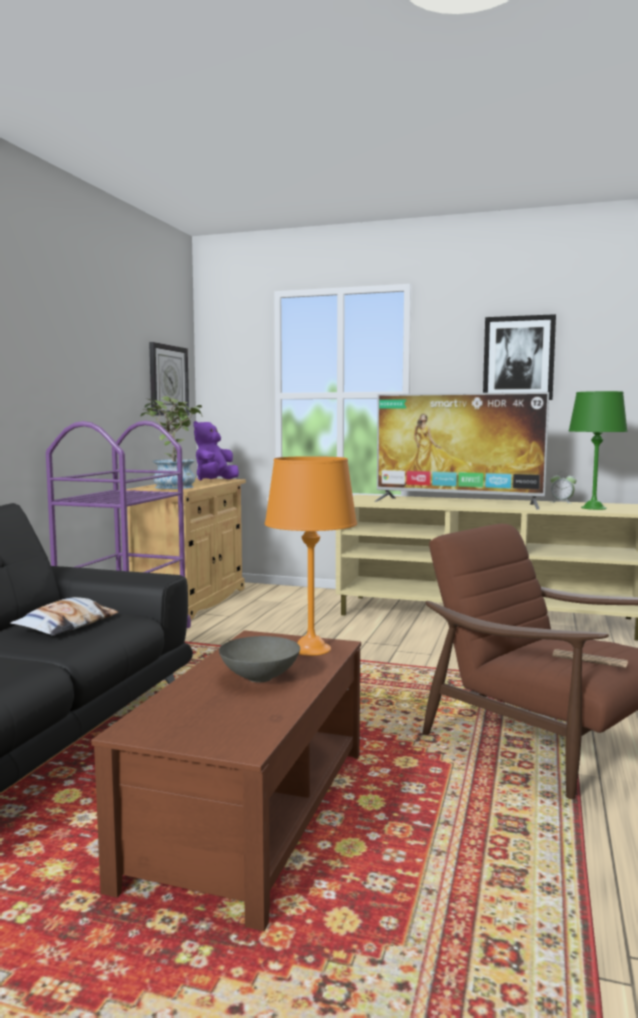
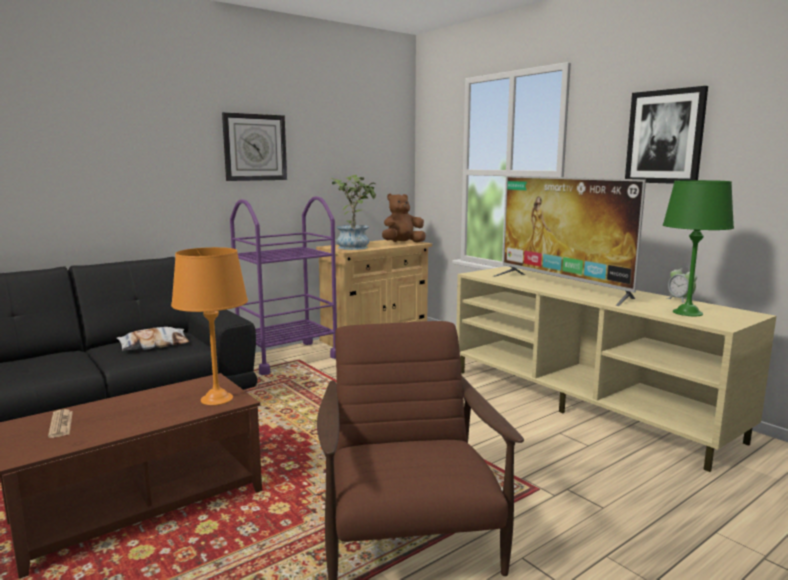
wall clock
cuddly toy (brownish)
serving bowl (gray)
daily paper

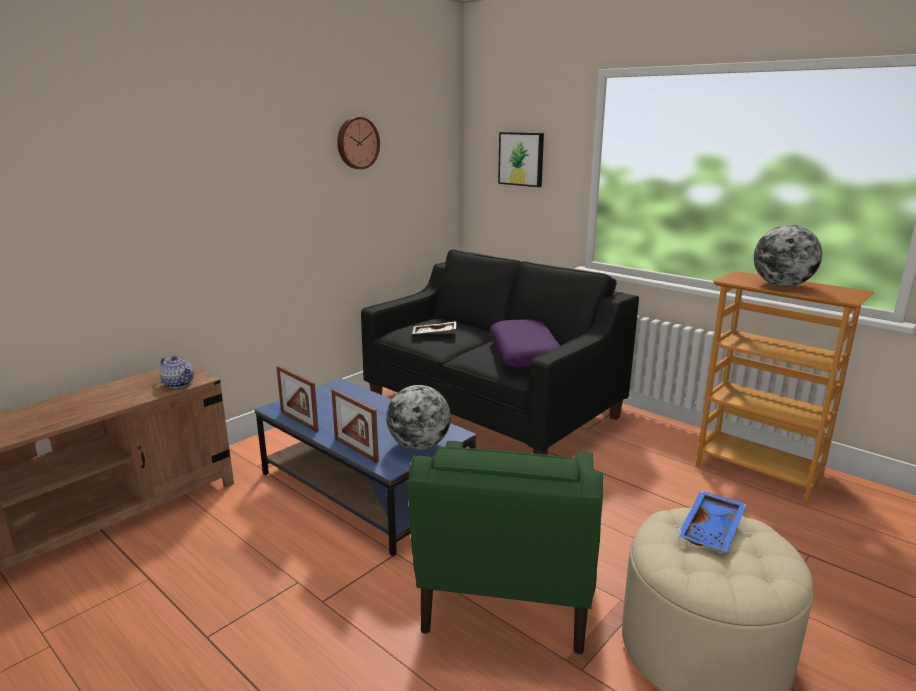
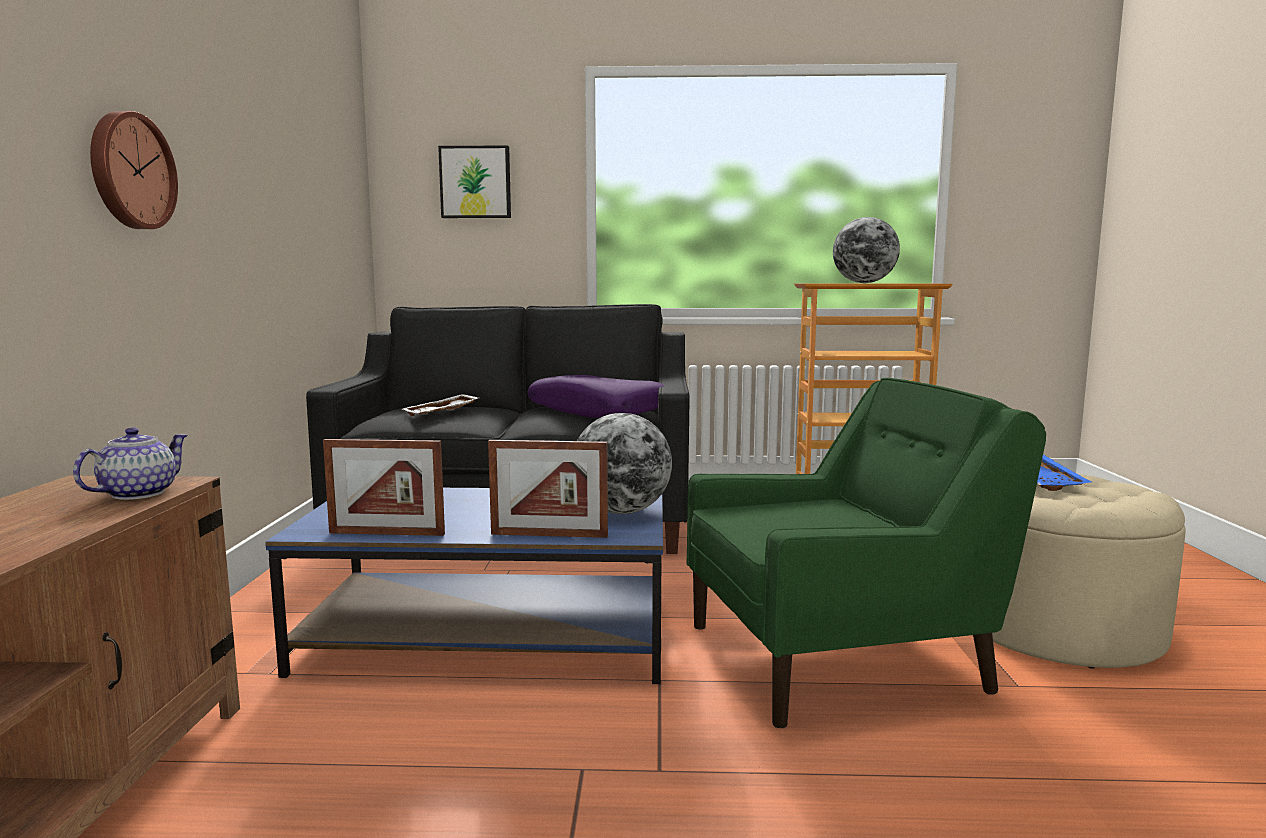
teapot
wall clock
lounge chair (green-coloured)

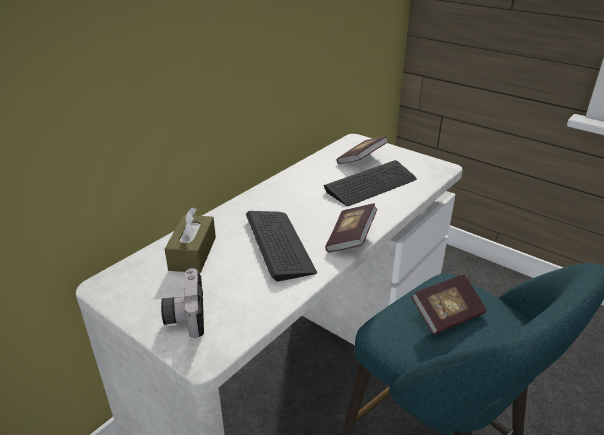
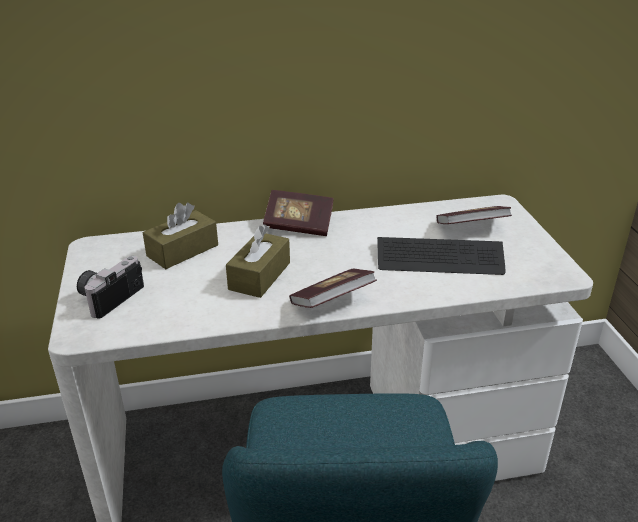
tissue box (brownish) (no. 2 from left)
book (no. 1 from left)

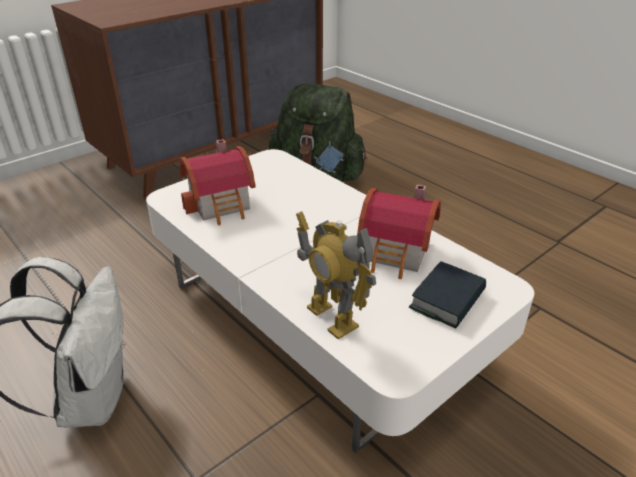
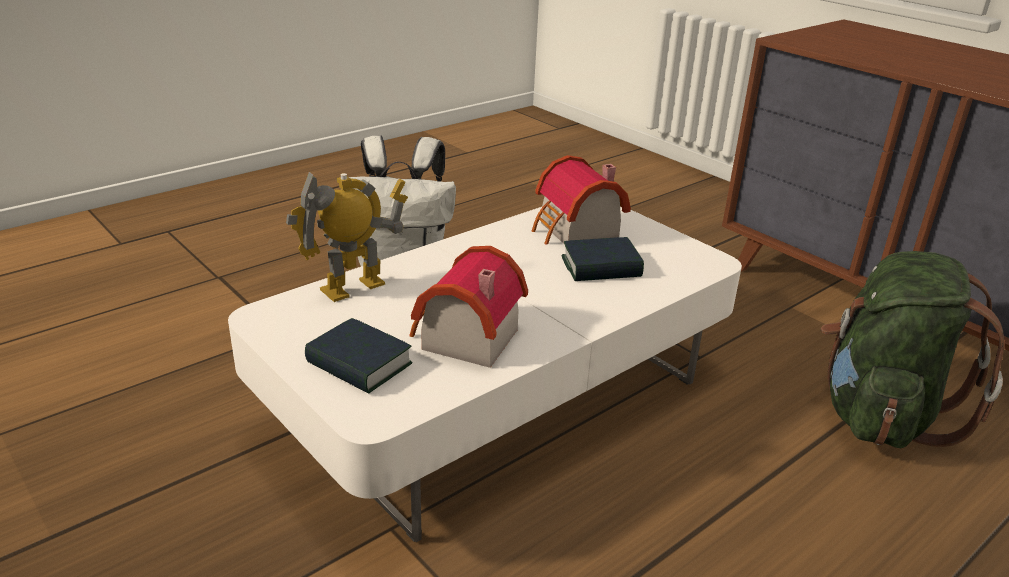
book (no. 2 from left)

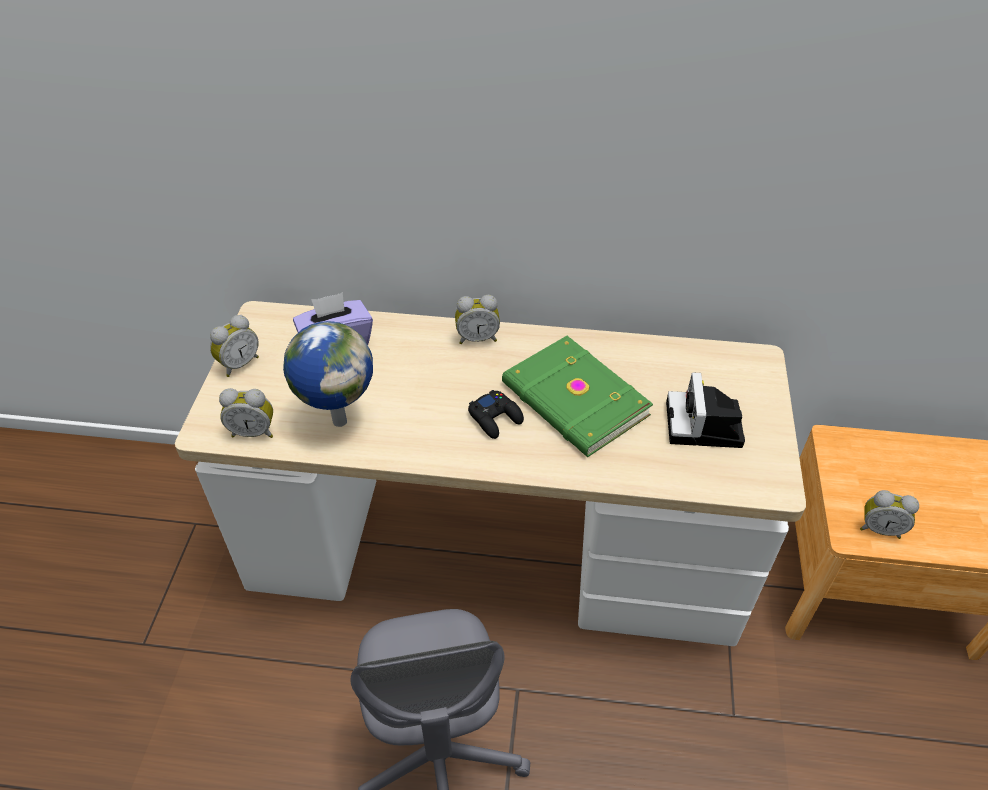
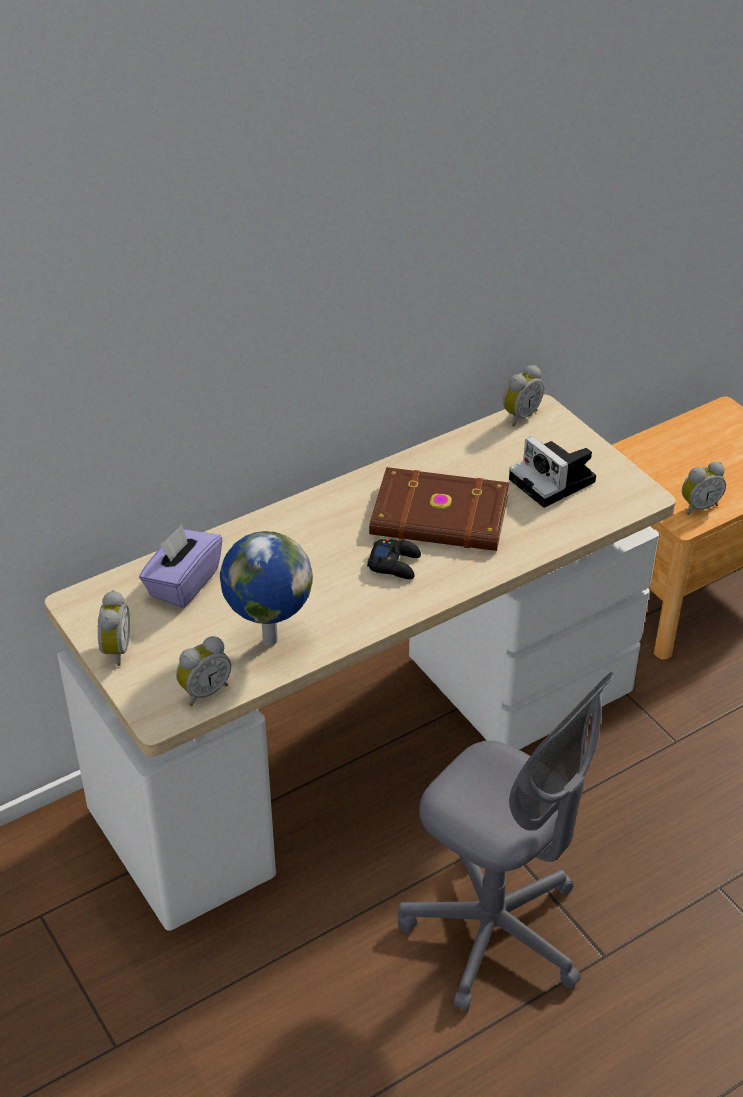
table clock (no. 3 from left)
book (brownish)

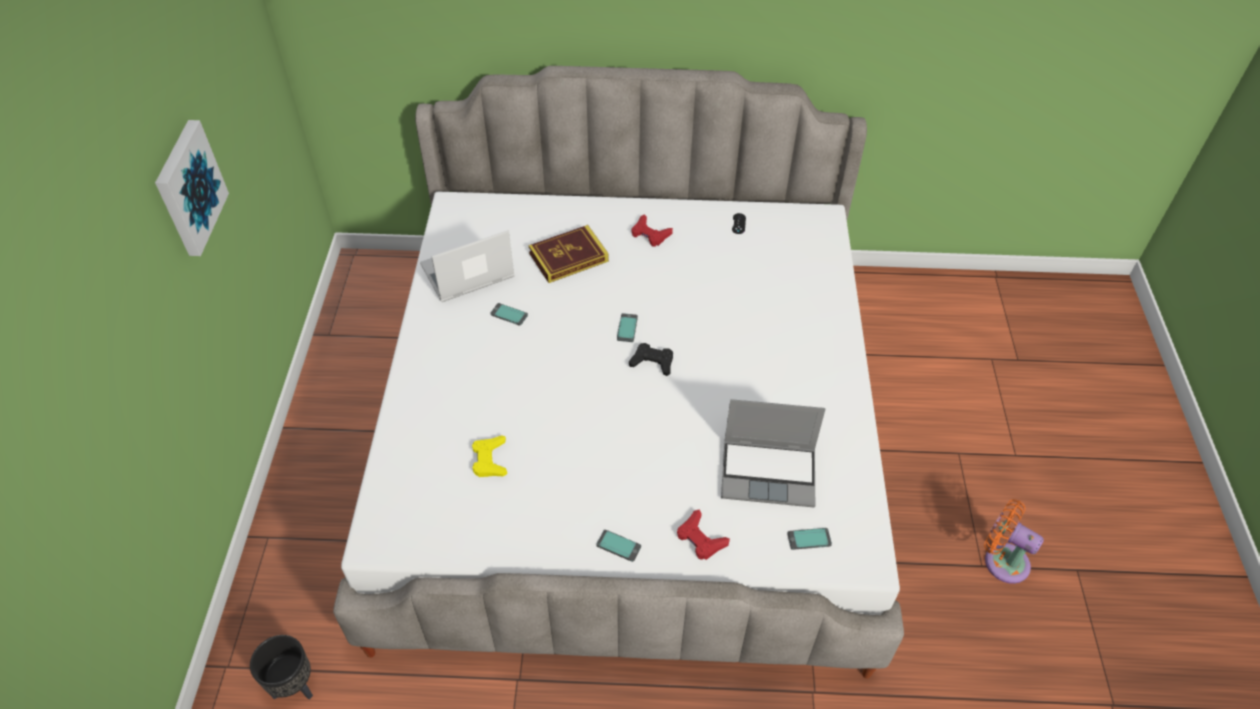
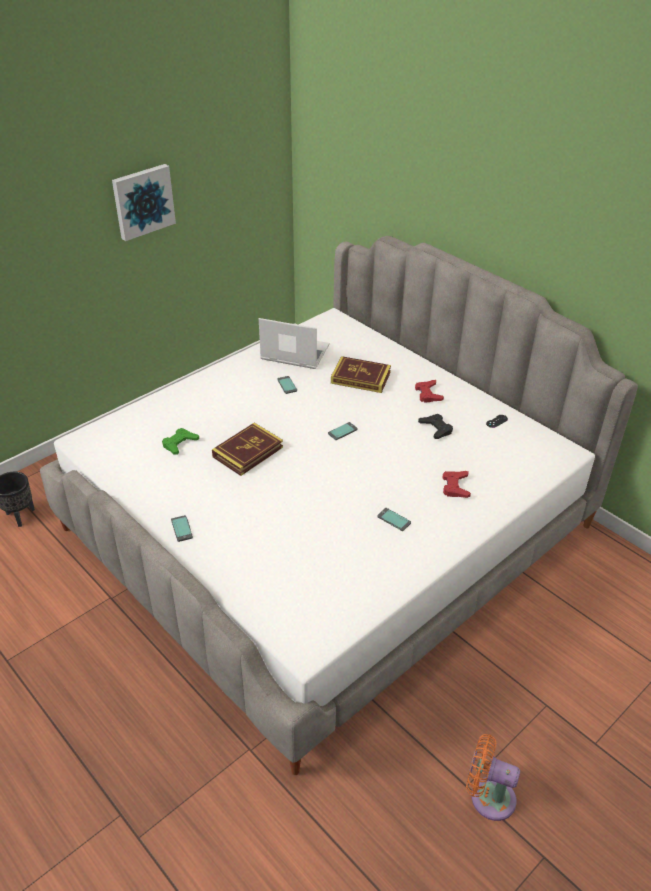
joypad (green-coloured)
joypad (black) (no. 1 from left)
joypad (red-coloured) (no. 2 from left)
notebook computer (no. 2 from left in the first image)
telephone (no. 4 from left)
fan (orangey)
book (no. 1 from left)

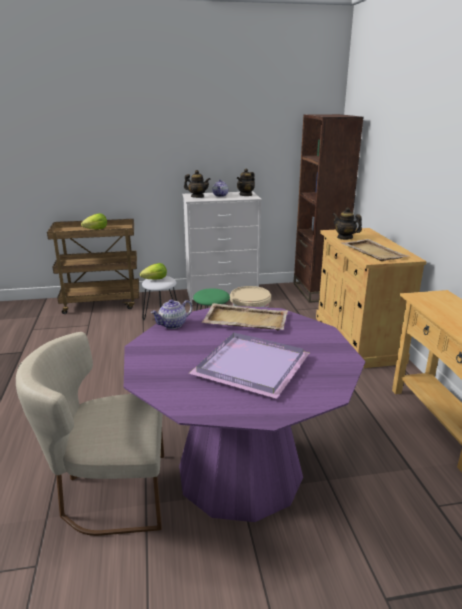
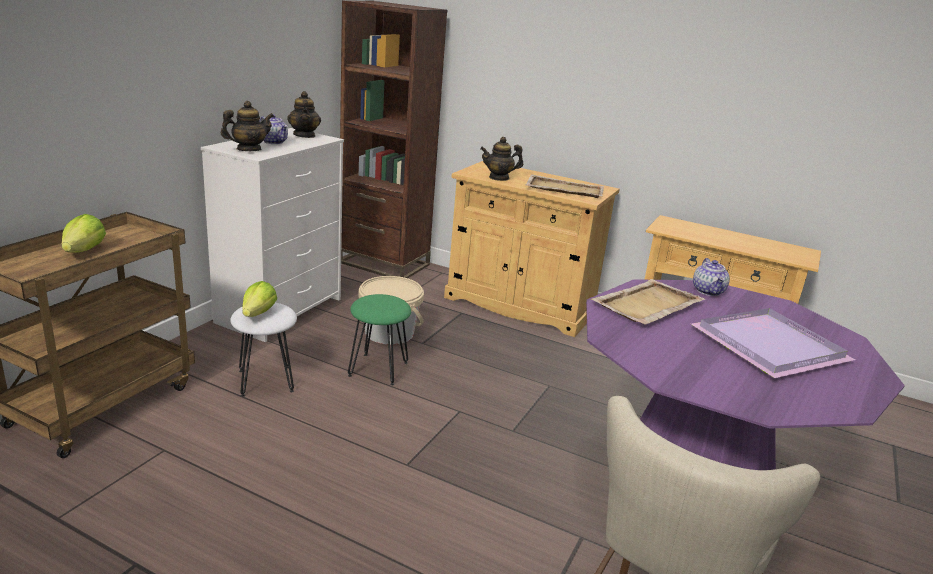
teapot (no. 5 from left)

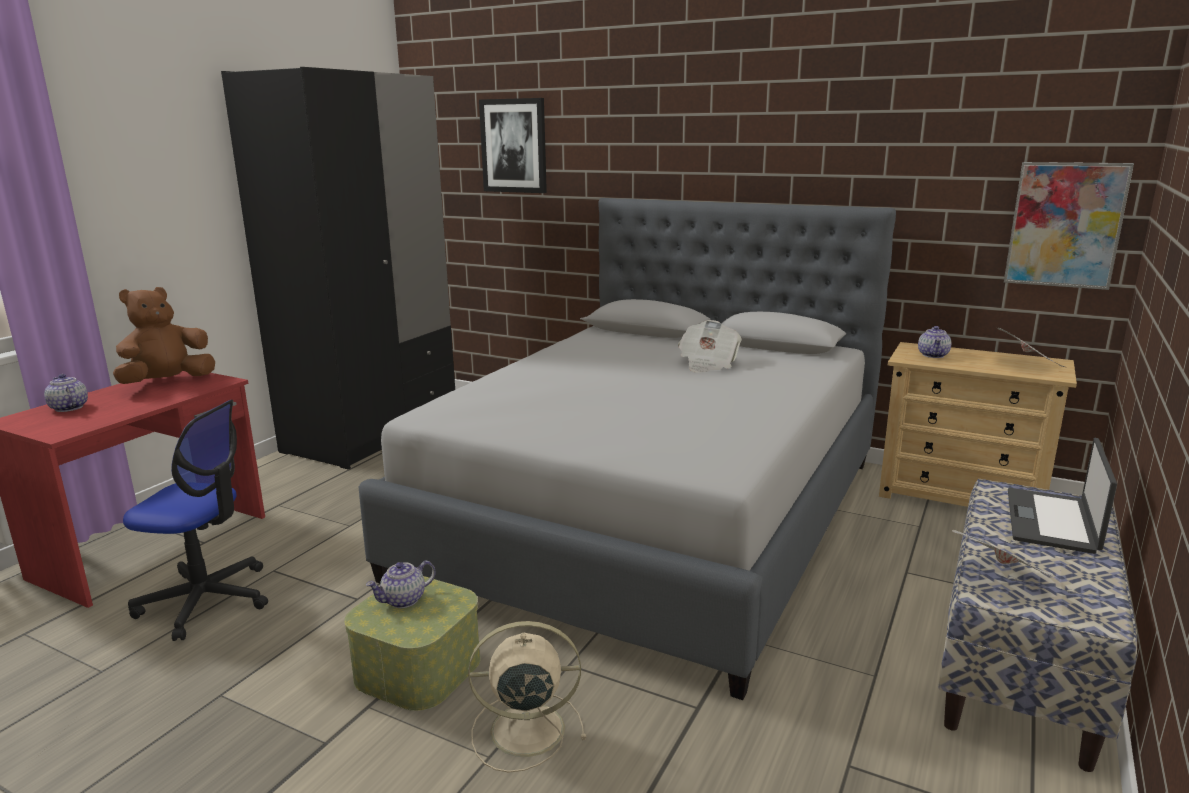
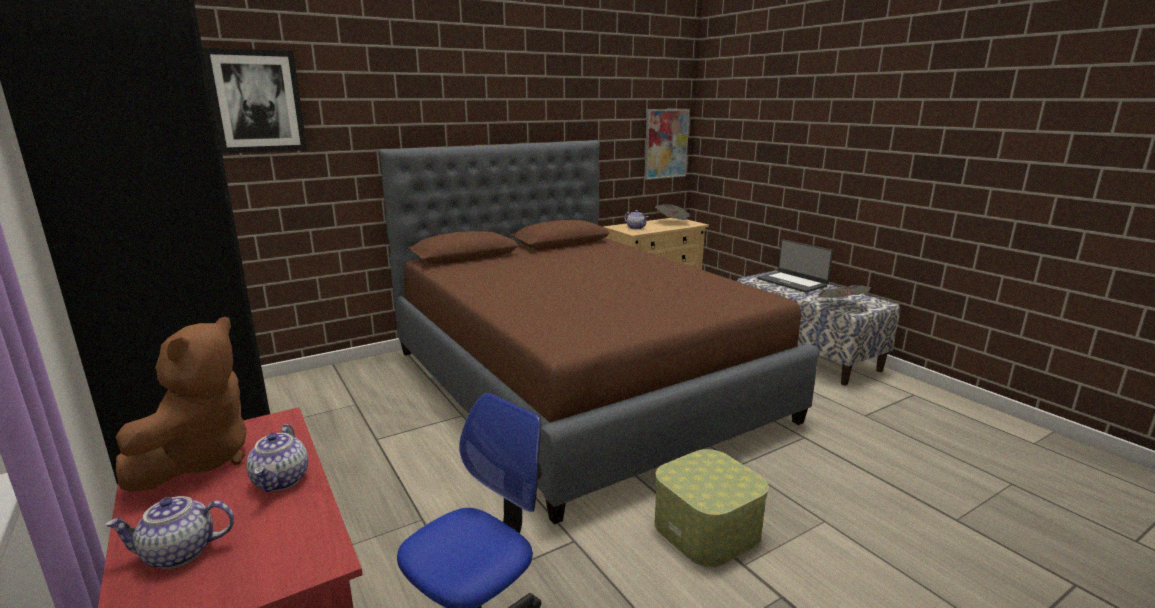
cuddly toy (brownish)
bed (brownish)
teapot (no. 2 from left)
fan (beige)
daily paper (no. 1 from left in the first image)

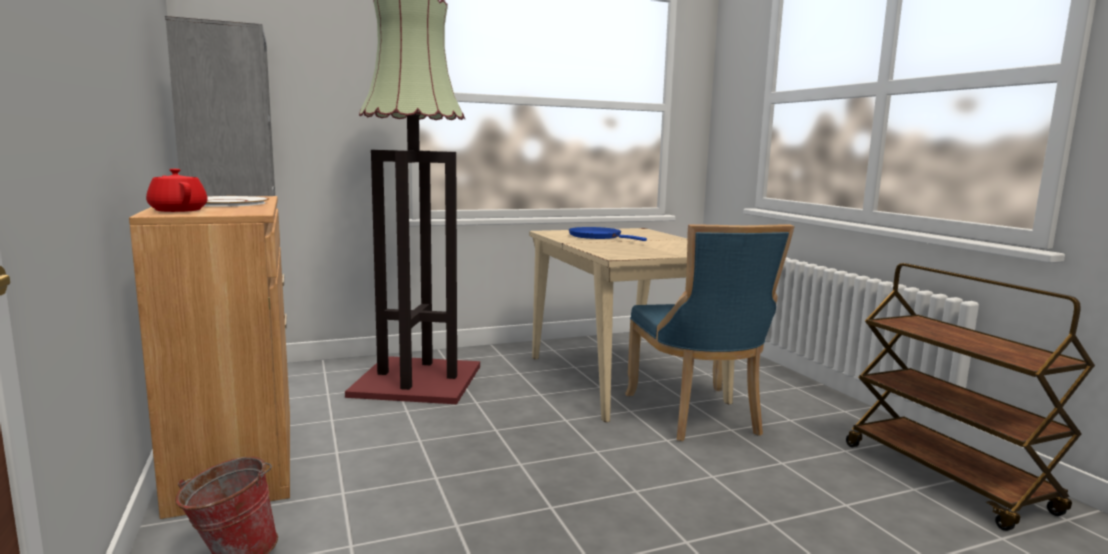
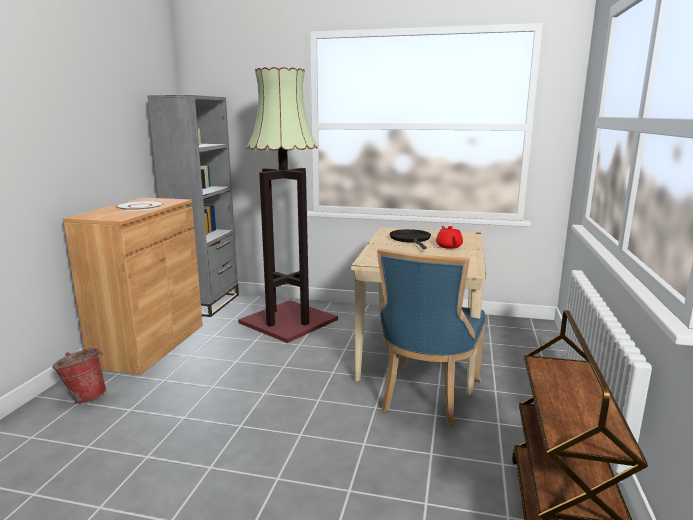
teapot (red-coloured)
skillet (black)

